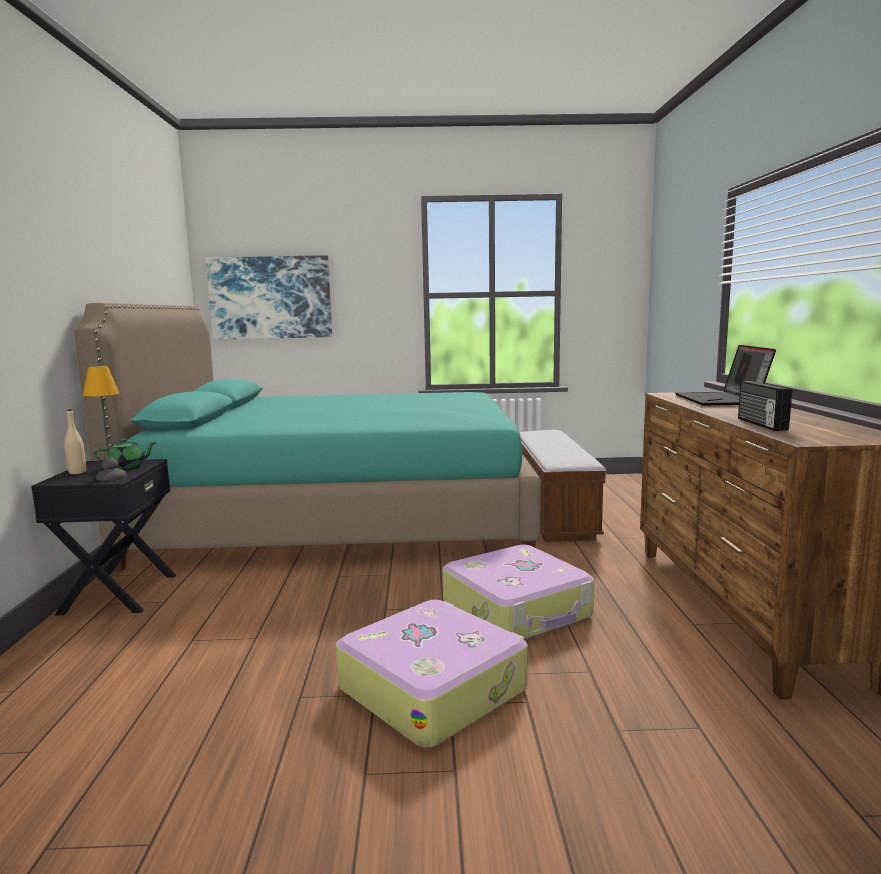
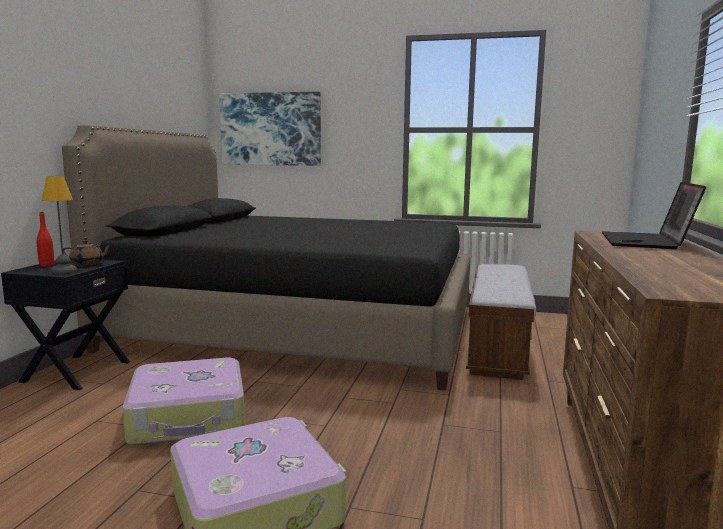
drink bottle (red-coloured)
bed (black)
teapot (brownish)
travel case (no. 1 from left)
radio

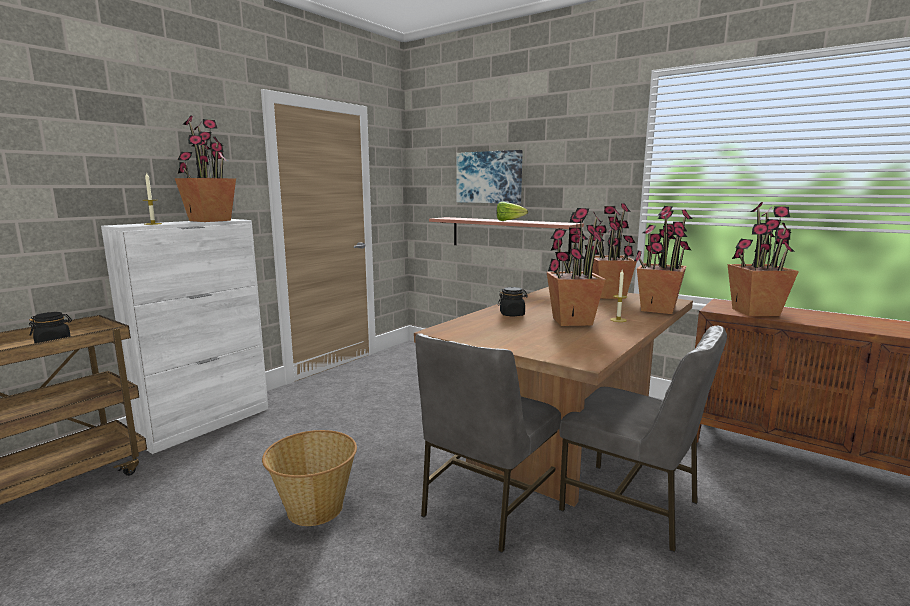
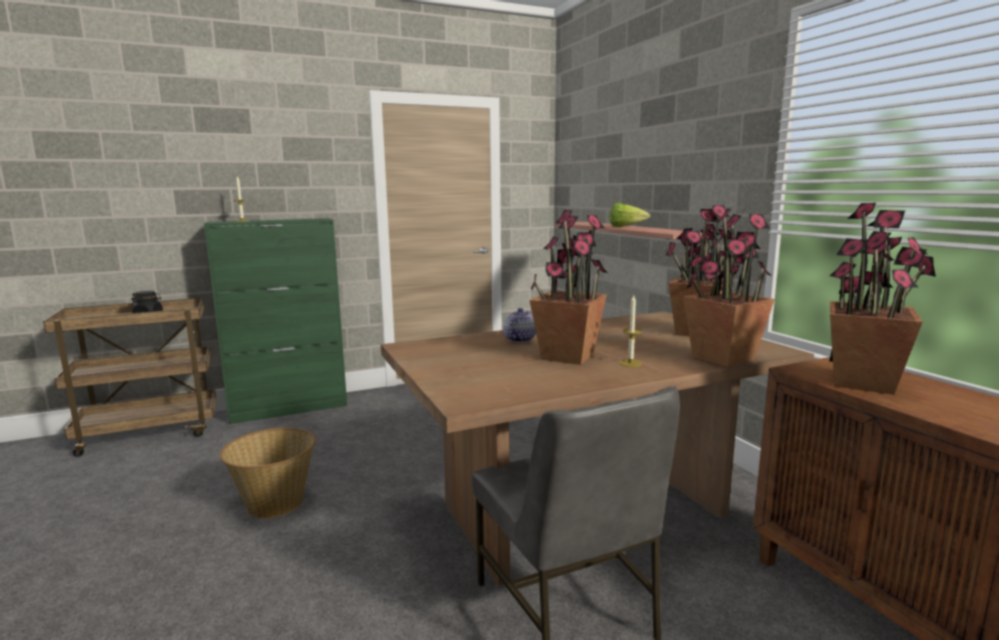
cabinet (green-coloured)
potted plant (no. 1 from left in the first image)
upright chair (gray) (no. 1 from left in the first image)
picture
teapot

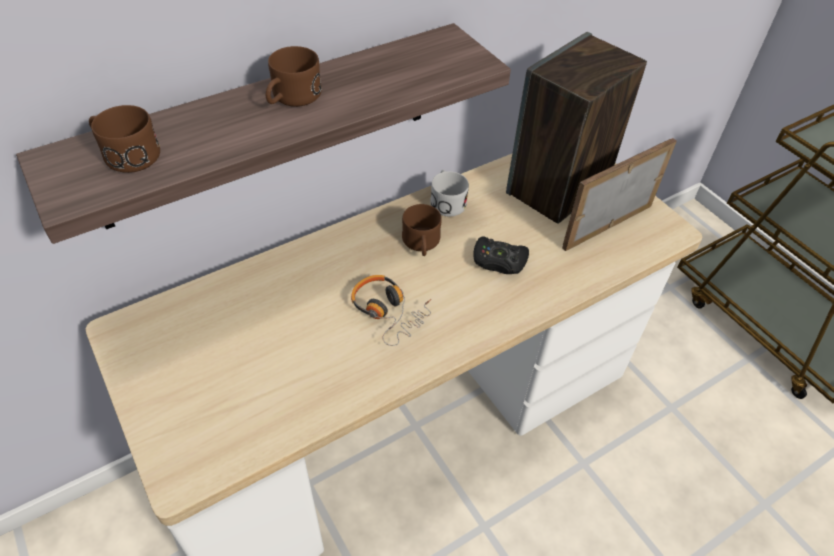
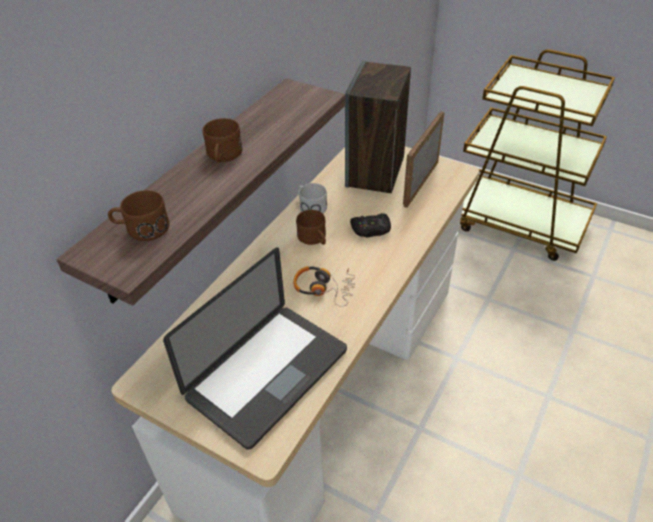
notebook computer

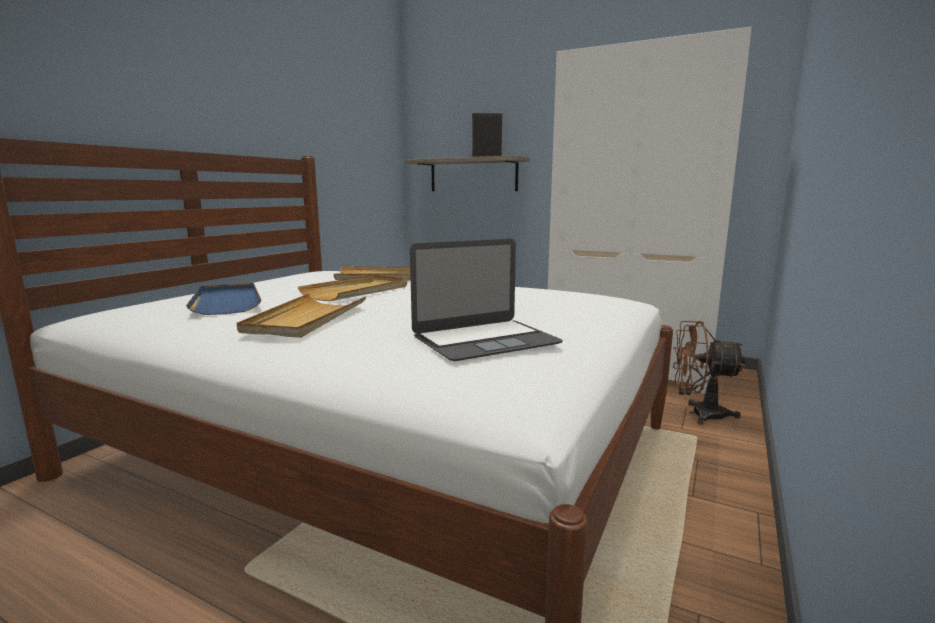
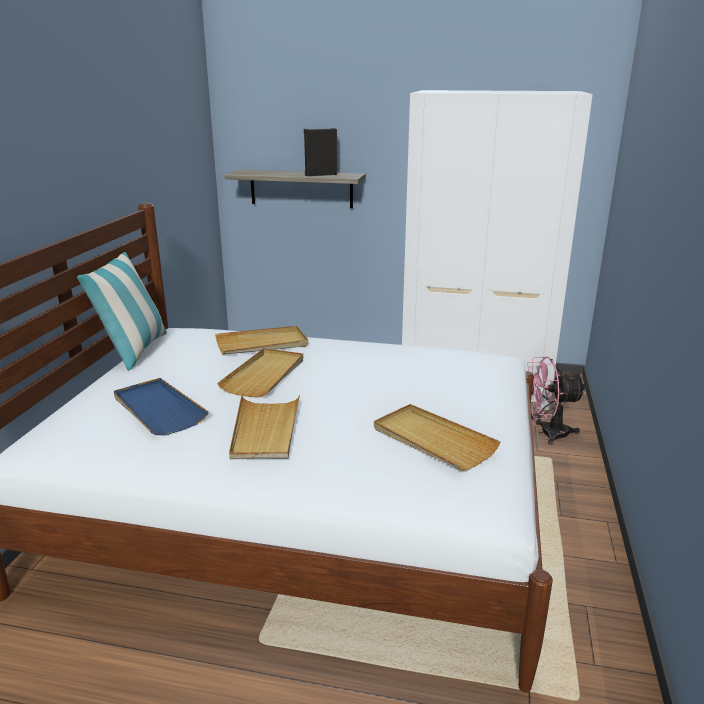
tray (beige) (no. 4 from left)
fan (pinkish)
pillow

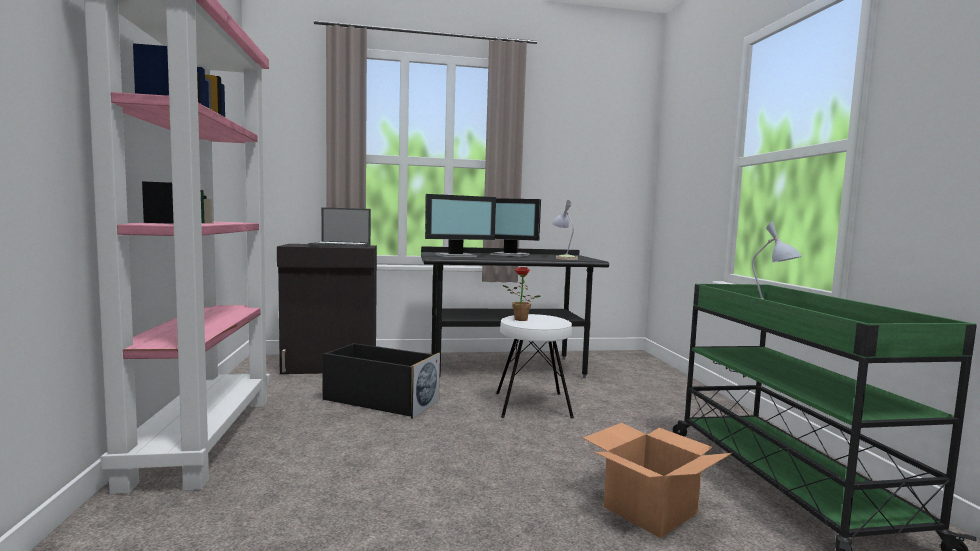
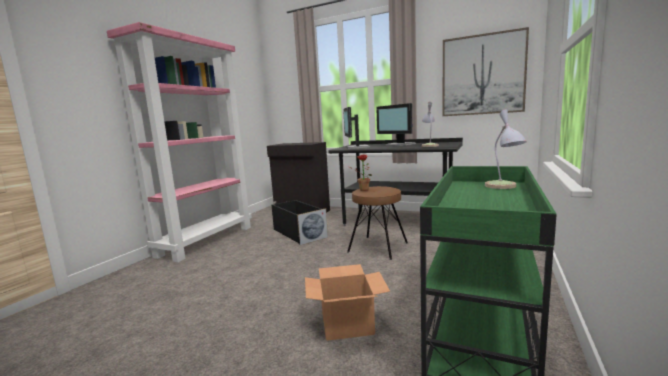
notebook computer
monitor (no. 1 from left)
sitting stool (brownish)
picture

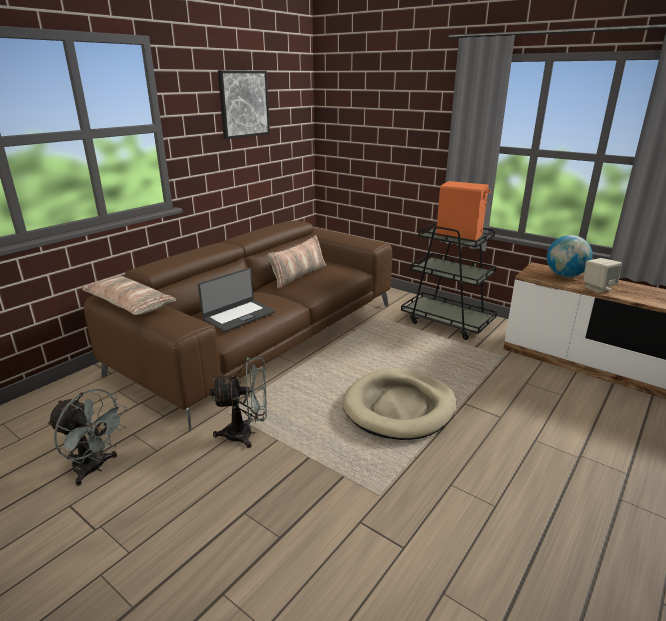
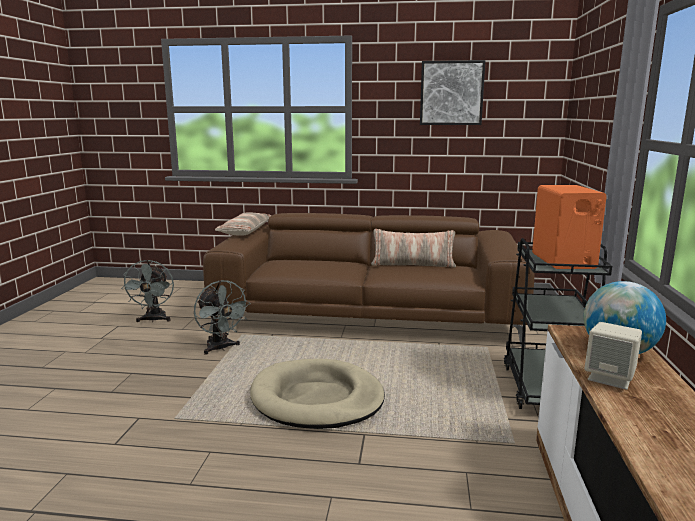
notebook computer

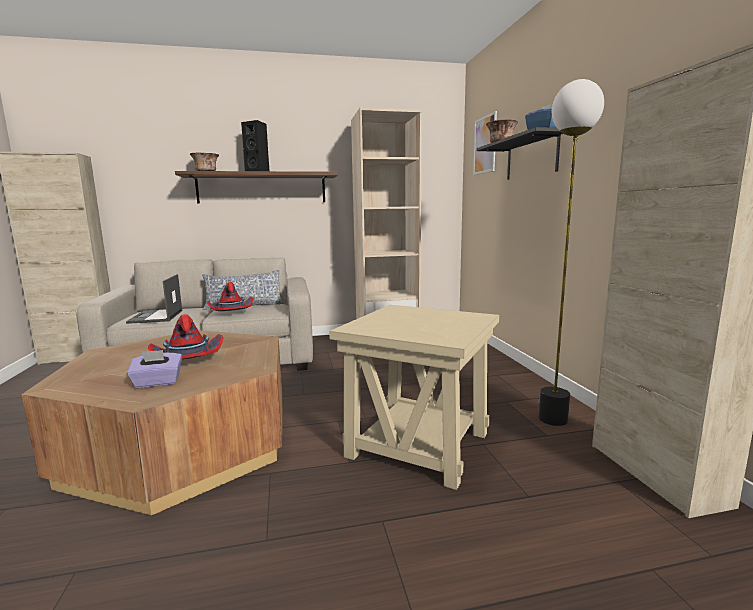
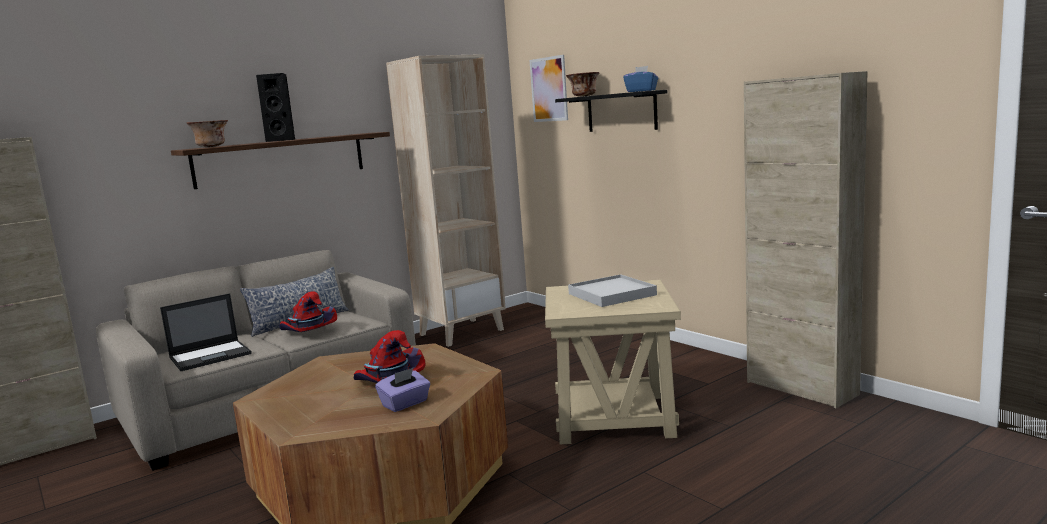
notebook computer
standing lamp
tray (white)

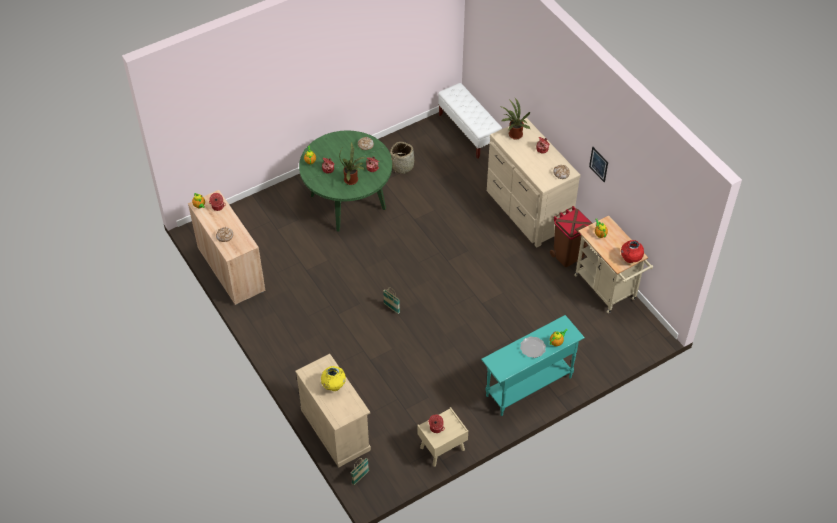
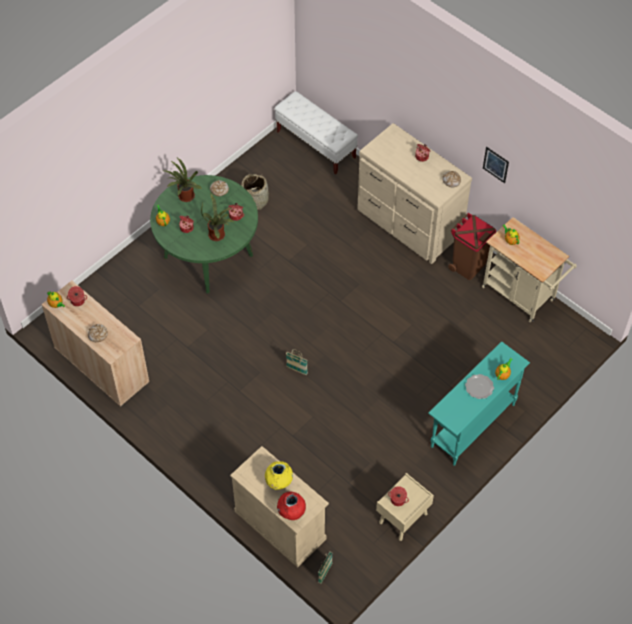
potted plant (no. 1 from left)
flower vase (red-coloured)

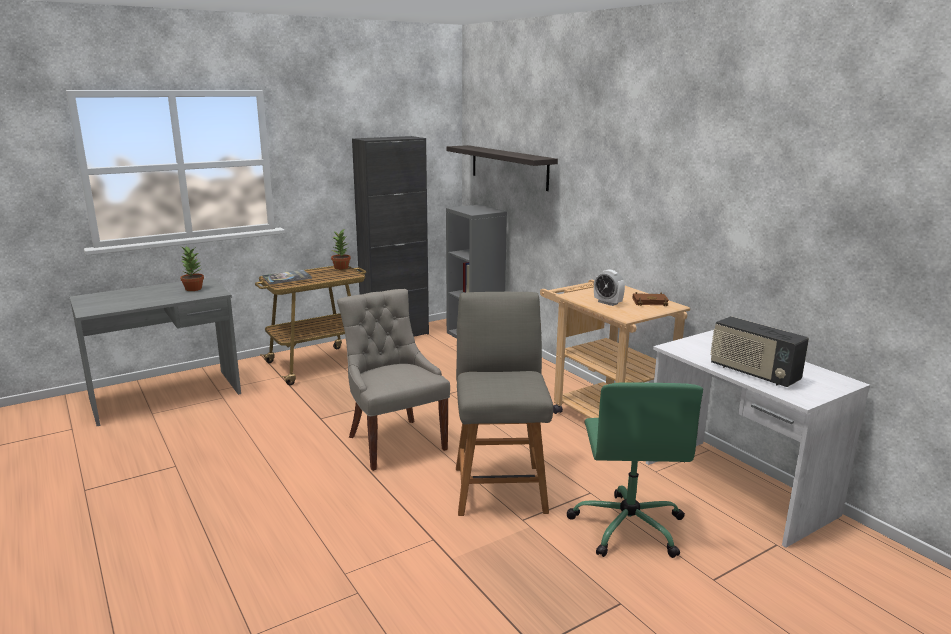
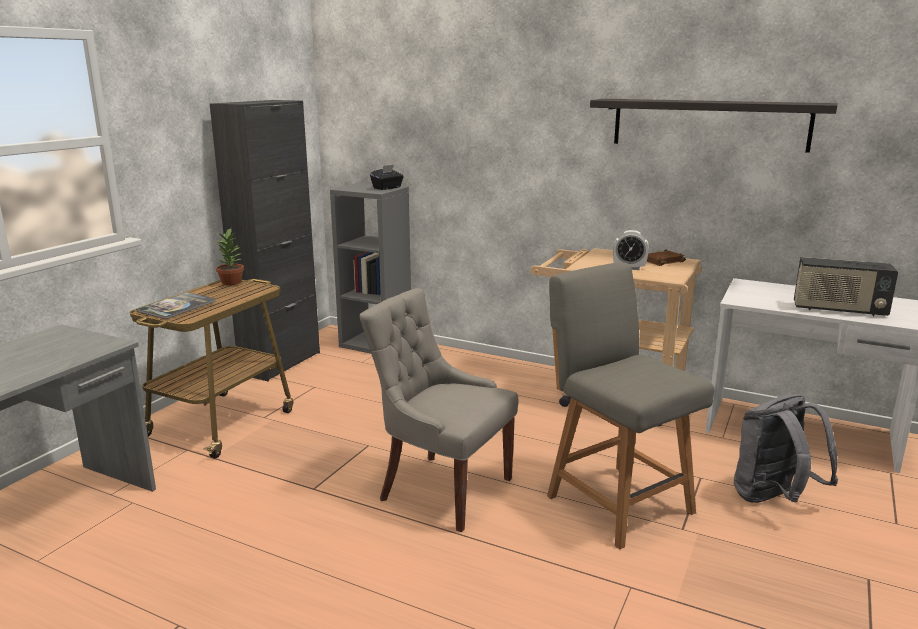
potted plant (no. 1 from left in the first image)
bracket shelf
rucksack (gray)
tissue box (black)

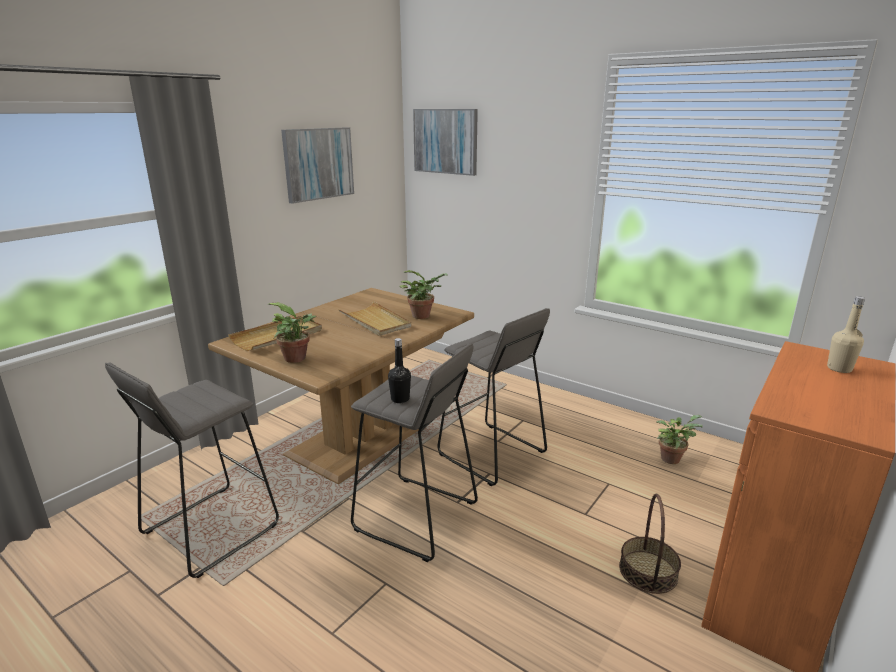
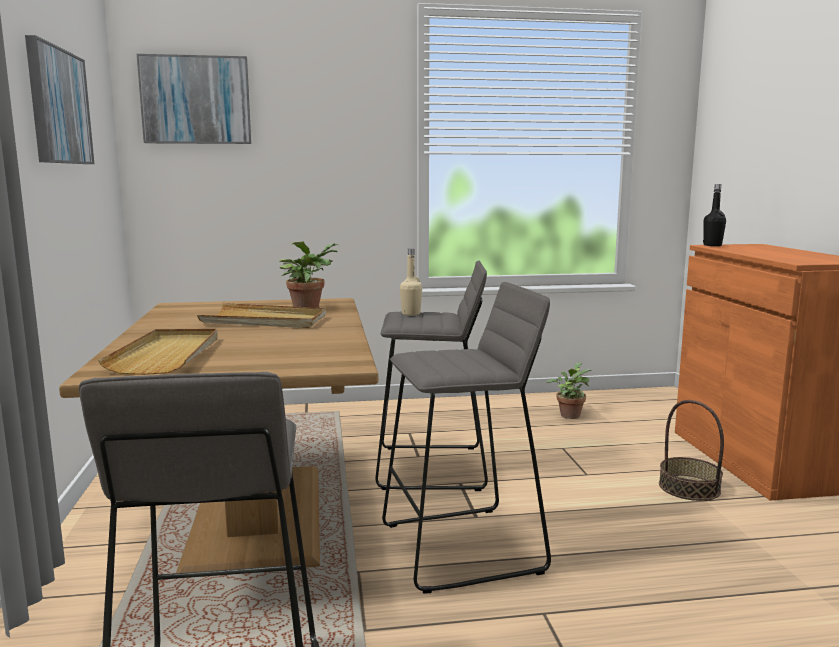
potted plant (no. 1 from left in the first image)
drink bottle (black)
drink bottle (beige)

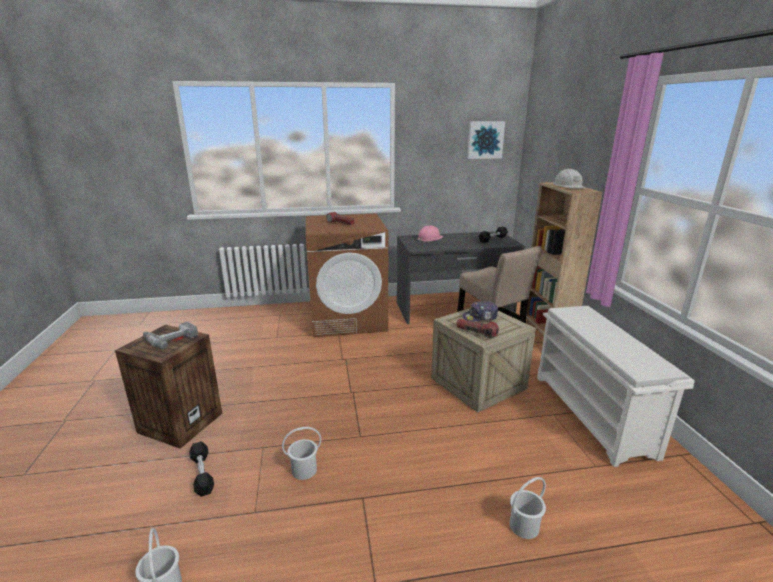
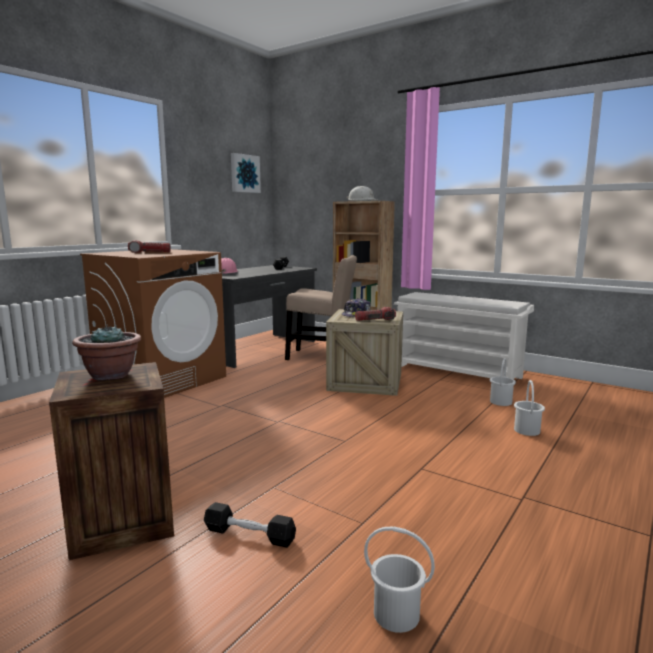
potted plant
water bucket (white) (no. 2 from left)

